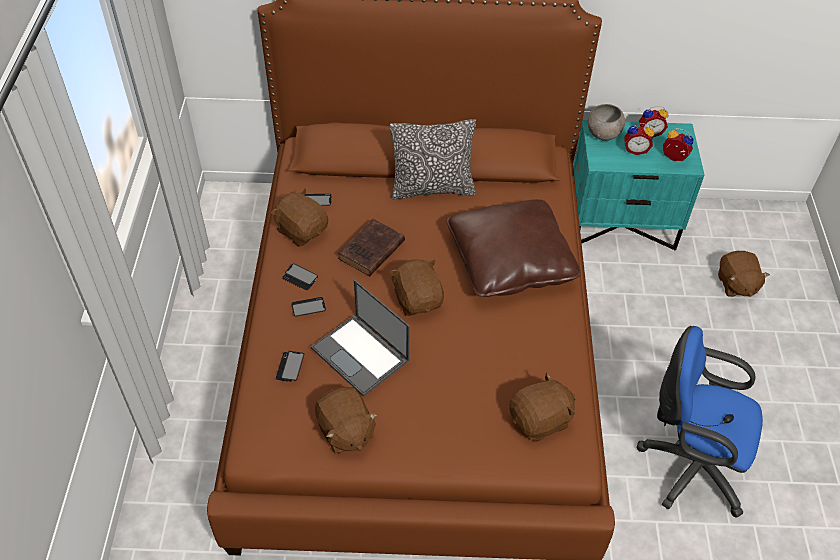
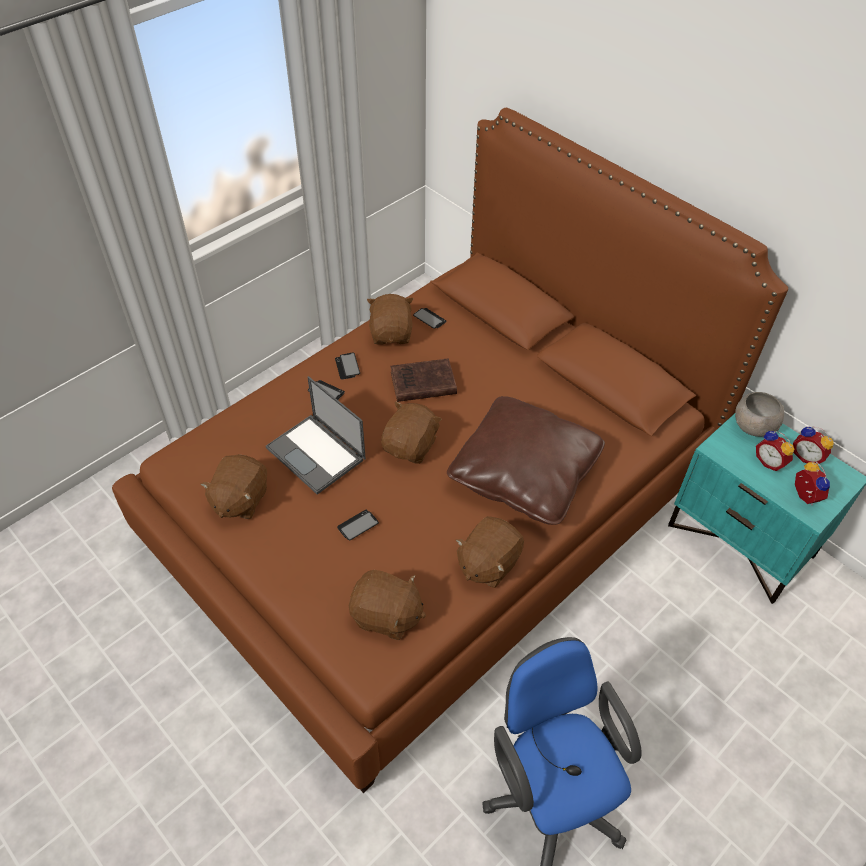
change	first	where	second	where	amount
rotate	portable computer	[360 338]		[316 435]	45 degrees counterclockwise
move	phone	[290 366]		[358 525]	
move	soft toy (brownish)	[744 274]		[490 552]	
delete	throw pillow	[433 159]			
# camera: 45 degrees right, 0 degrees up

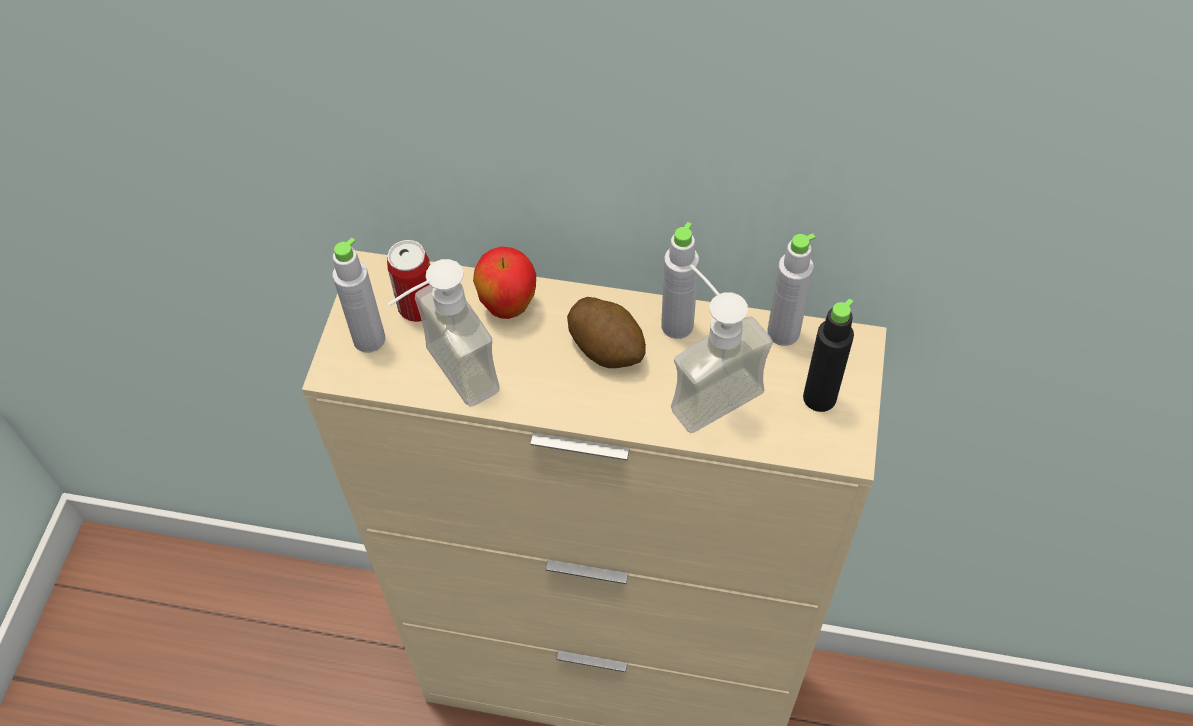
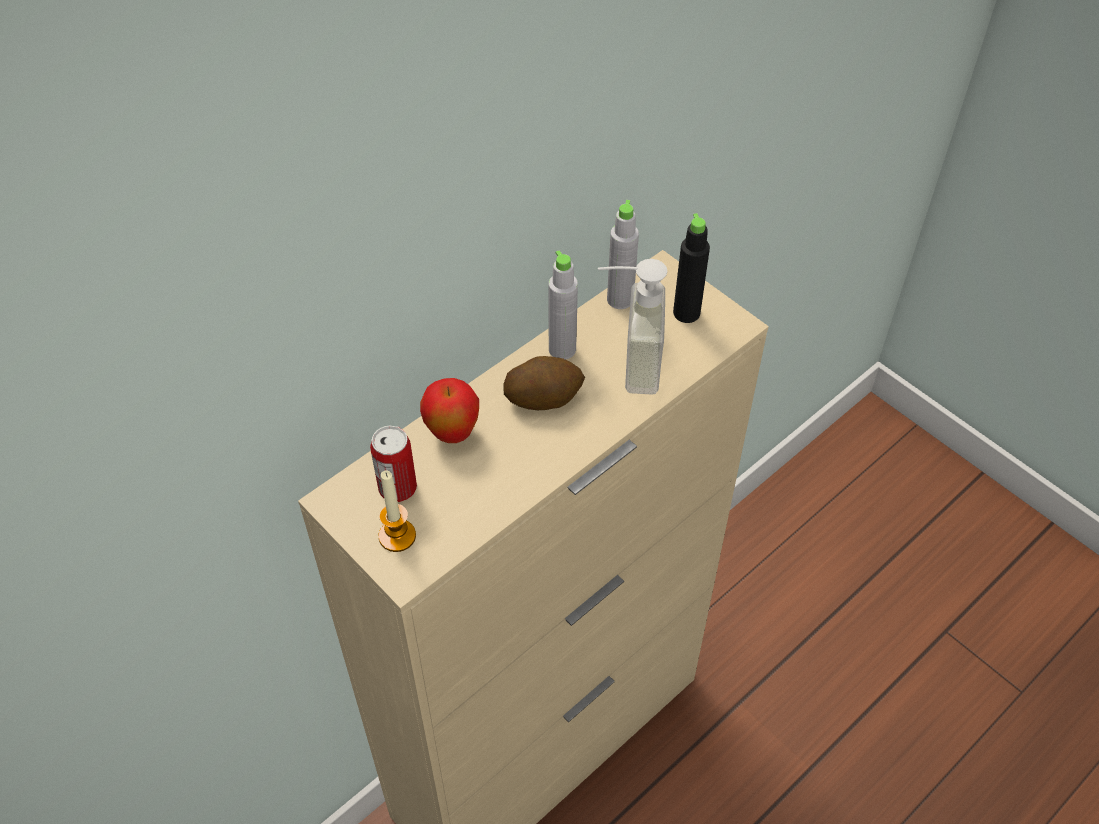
change	first	where	second	where	amount
replace	bottle (grey)	[359 295]	wax candle	[397 511]	
delete	soap bottle	[444 333]			
# camera: 55 degrees left, 5 degrees down

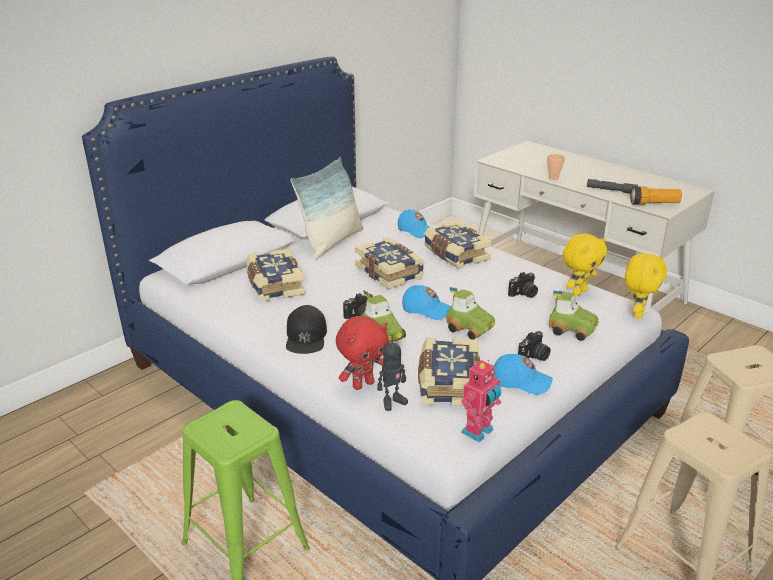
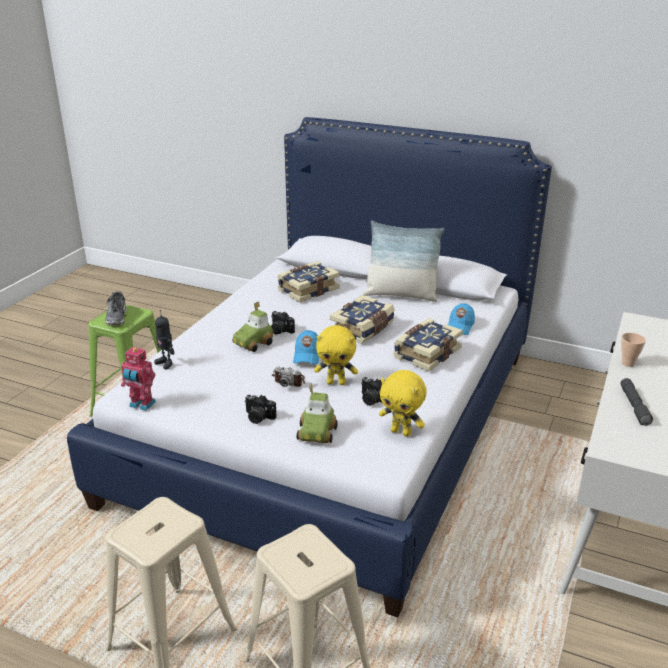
change	first	where	second	where	amount
insert			low shoe	[116 308]	
replace	miniature car	[471 313]	still camera	[288 377]	
move	soft toy (yellow-coloured)	[646 286]		[336 355]	
delete	baseball cap (black)	[306 329]			
delete	soft toy (reddish)	[362 353]			
delete	volume	[449 372]			
delete	baseball cap (blue-coloured)	[523 374]			
delete	torch	[656 195]			
# camera: 70 degrees right, 0 degrees up

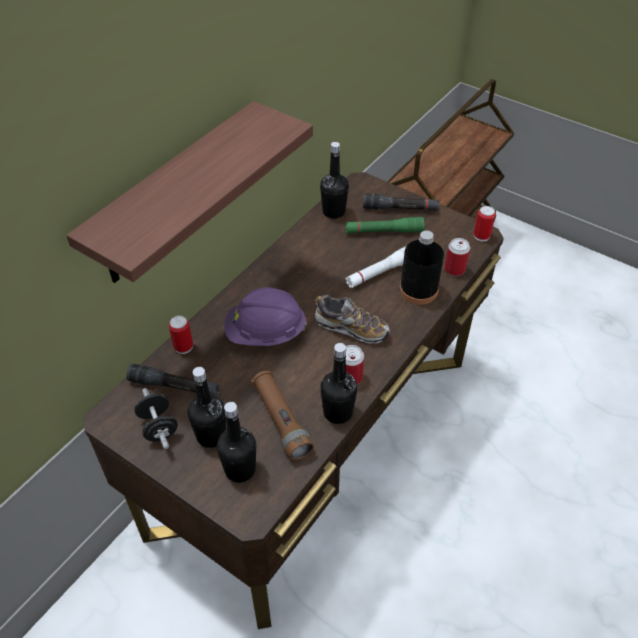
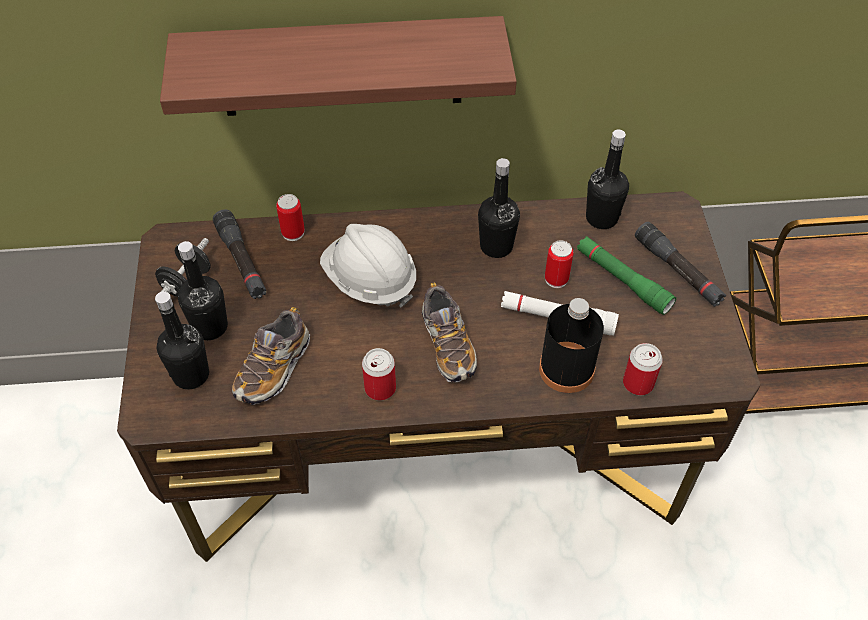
change	first	where	second	where	amount
replace	torch (brownish)	[282 416]	low shoe	[271 356]	
recolor	safety helmet (purple)	[265 316]	safety helmet (white)	[368 266]	
move	bottle (black)	[338 383]		[499 208]	
move	can	[485 224]		[559 264]	
# camera: 50 degrees right, 5 degrees up

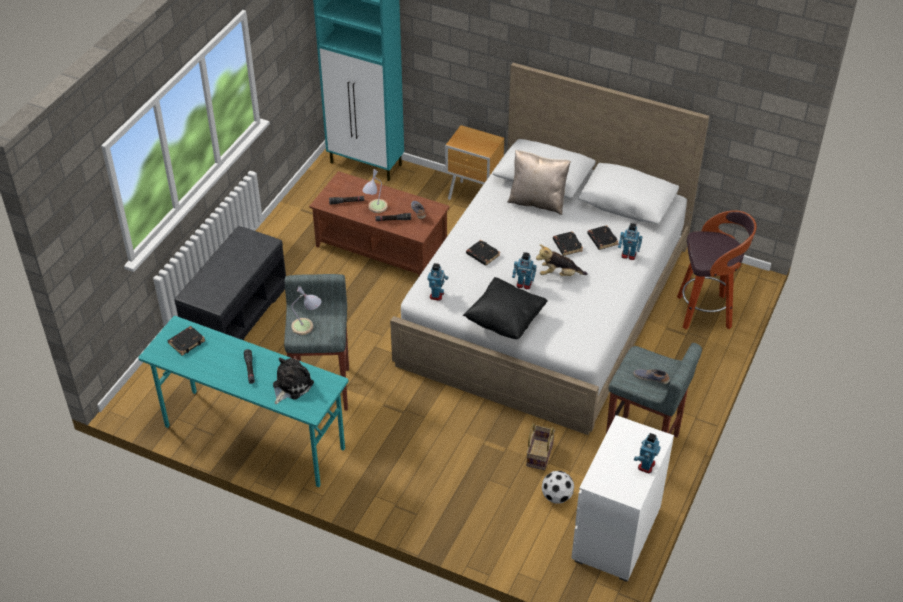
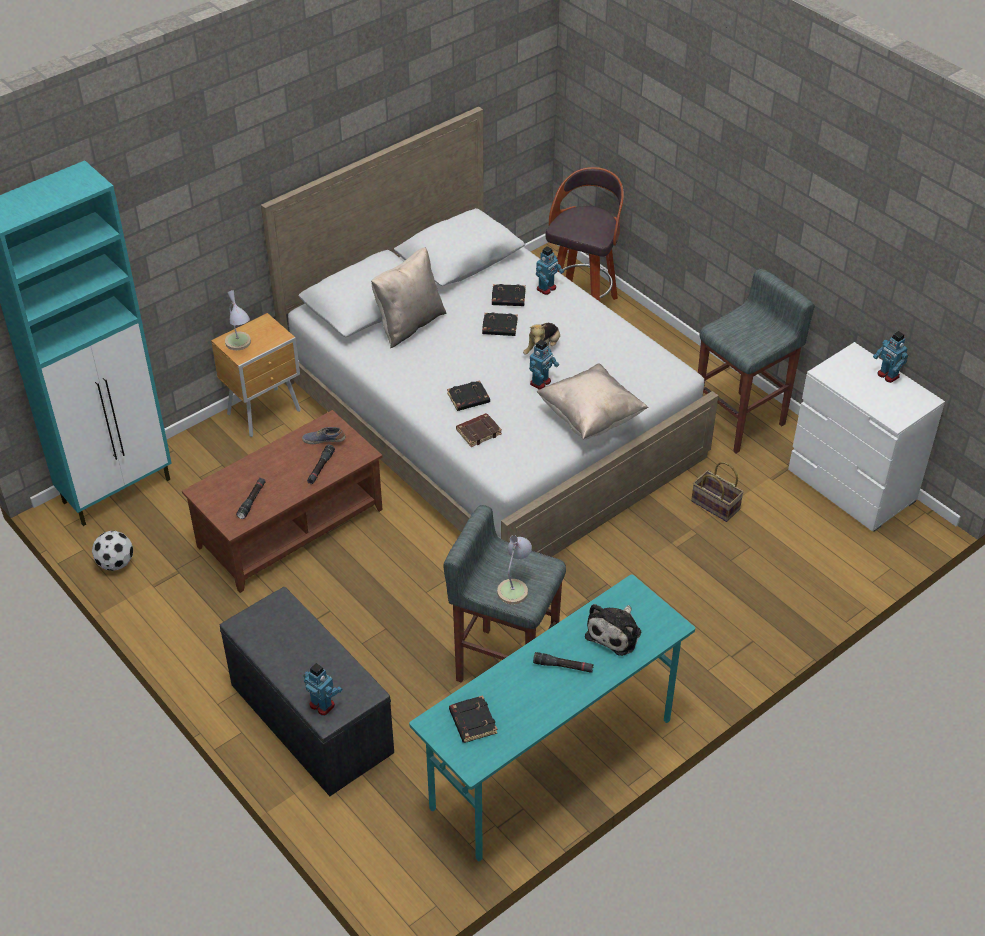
change	first	where	second	where	amount
move	football ball	[558 487]		[112 551]	
move	lamp for a table	[375 191]		[238 320]	
move	toy robot	[438 282]		[322 689]	
insert			volume (brownish)	[479 430]	
recolor	throw pillow (black)	[505 308]	throw pillow (beige)	[592 401]	
rotate	soft toy	[293 381]		[613 630]	120 degrees counterclockwise
delete	low shoe	[651 376]			
# camera: 65 degrees left, 0 degrees up

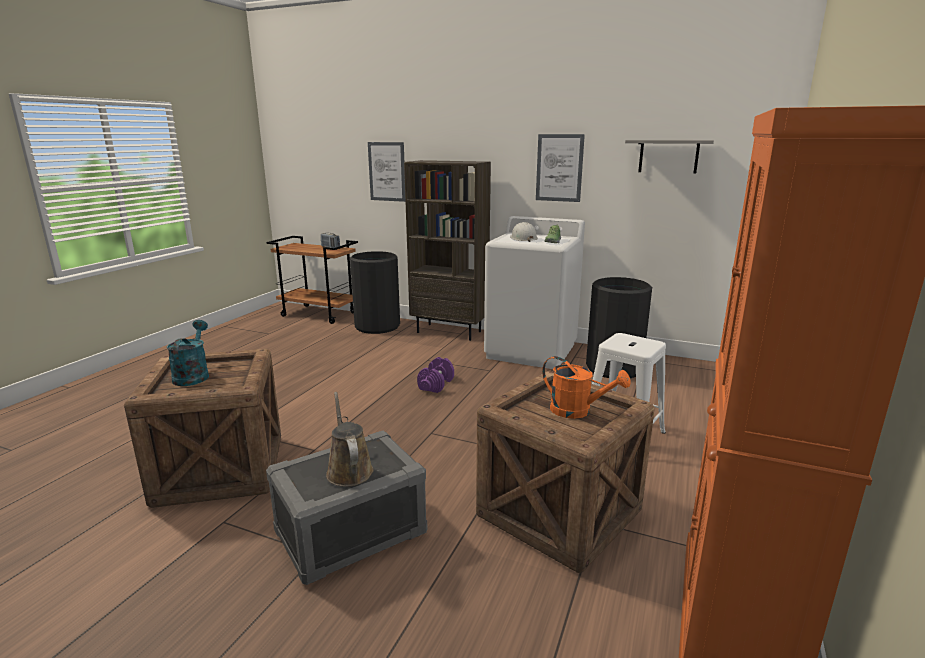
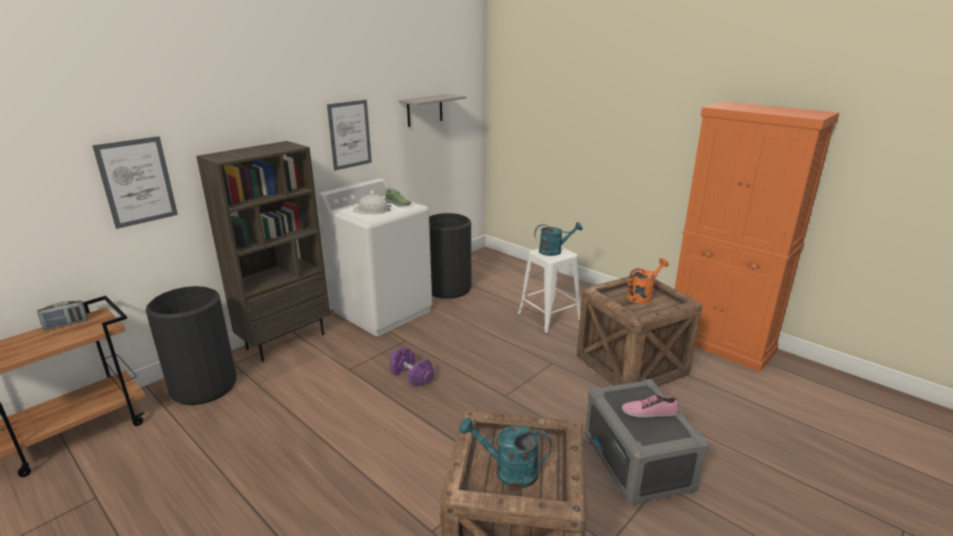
change	first	where	second	where	amount
insert			watering can (turquoise-coloured)	[558 239]	
replace	watering can (brownish)	[349 439]	low shoe	[650 406]	
# camera: 70 degrees left, 5 degrees up

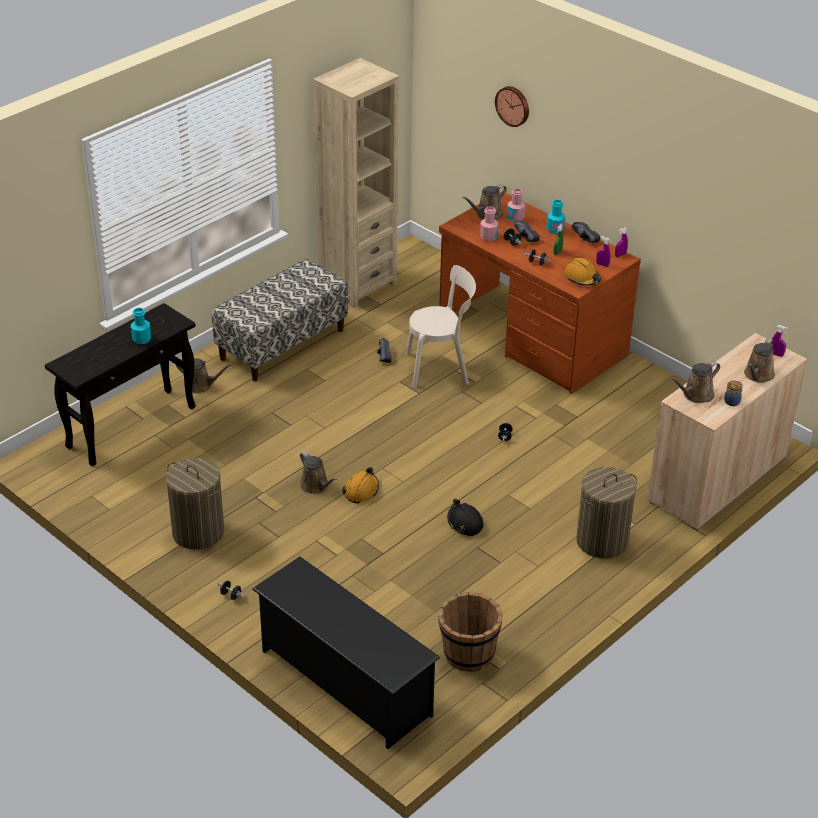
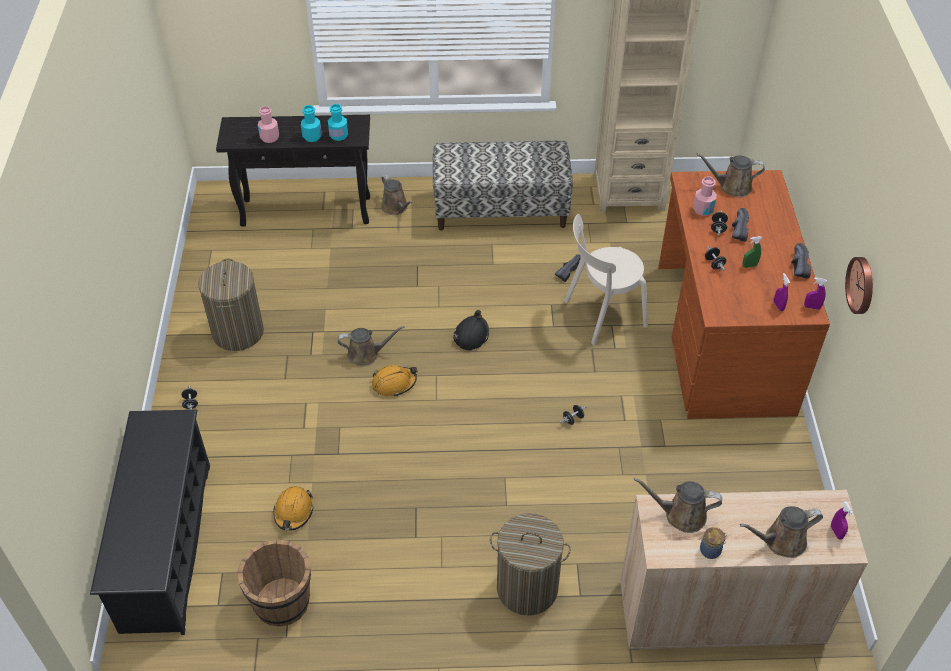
change	first	where	second	where	amount
move	bottle (pink)	[516 205]		[268 124]	
move	safety helmet (orange-coloured)	[582 271]		[293 508]	
move	bottle (turquoise-coloured)	[555 217]		[338 122]	
rotate	watering can (brownish)	[318 472]		[371 346]	105 degrees counterclockwise
move	safety helmet (black)	[465 517]		[471 330]	
rotate	plain chair (beige)	[441 326]		[606 279]	120 degrees clockwise
move	hanging clock	[512 106]		[859 285]	
# camera: 45 degrees right, 10 degrees up

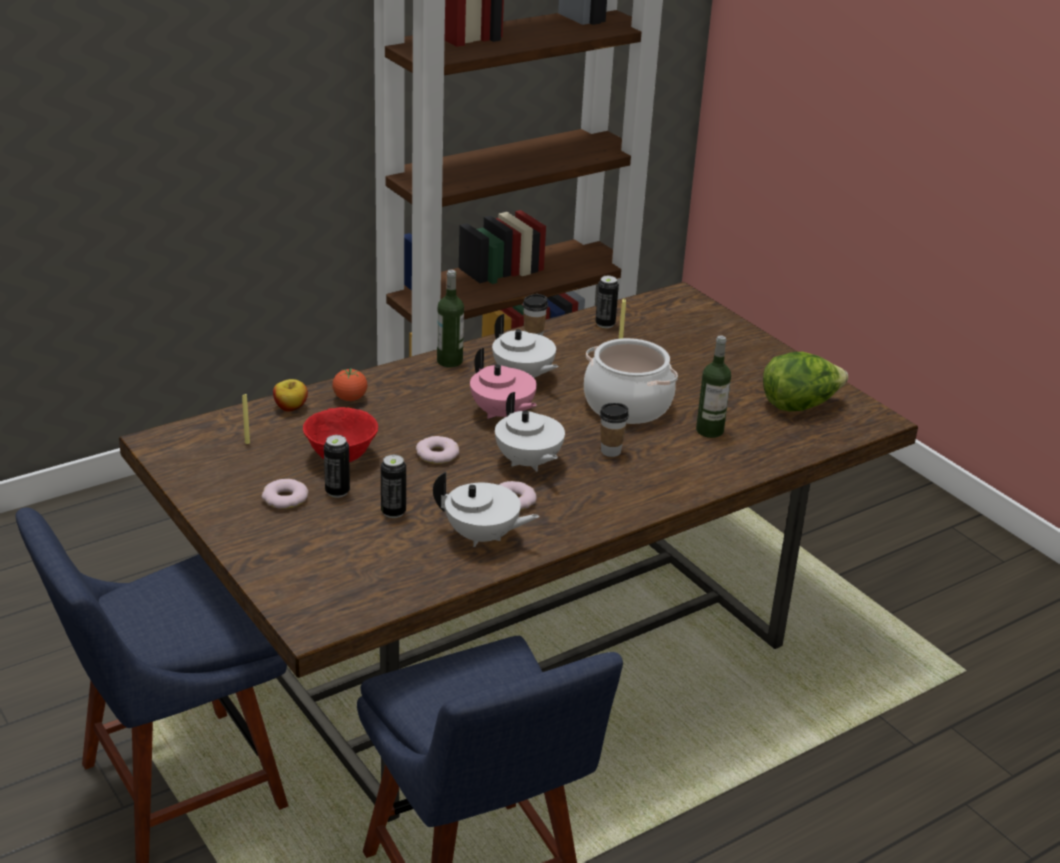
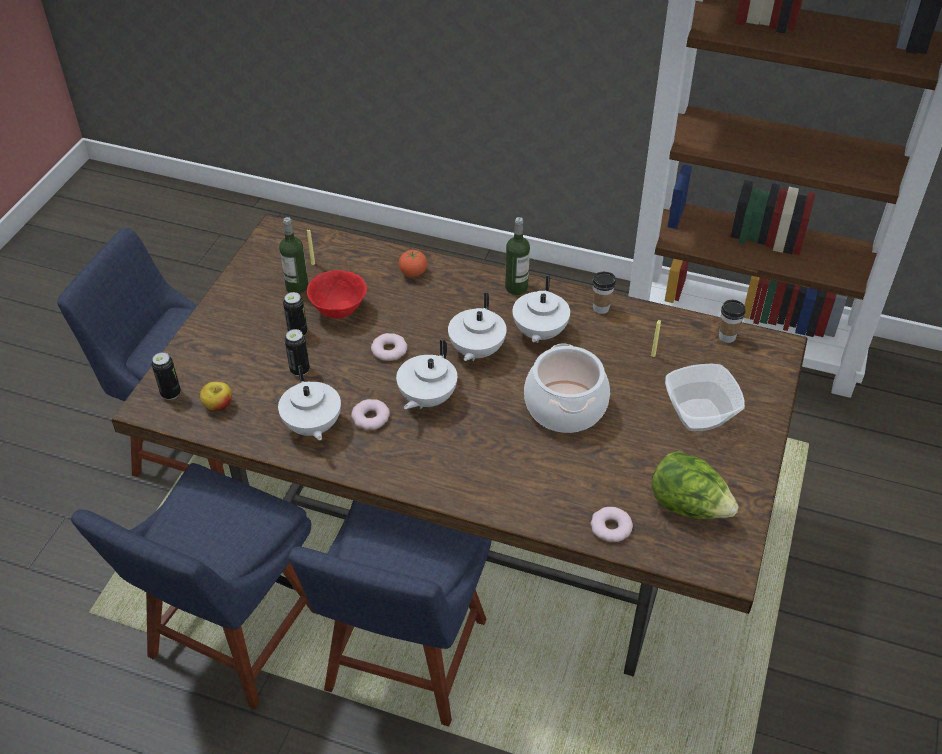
change	first	where	second	where	amount
move	can	[607 302]		[166 376]	
move	apple	[290 395]		[216 396]	
move	bottle	[713 386]		[294 255]	
insert			plain chair (blue-coloured)	[390 613]	
recolor	pot for tea (pink)	[503 383]	pot for tea (white)	[477 326]	
move	donut	[285 494]		[611 524]	
insert			serving bowl	[705 397]	
move	drinking cup	[614 430]		[732 321]	
# camera: 55 degrees right, 15 degrees up

